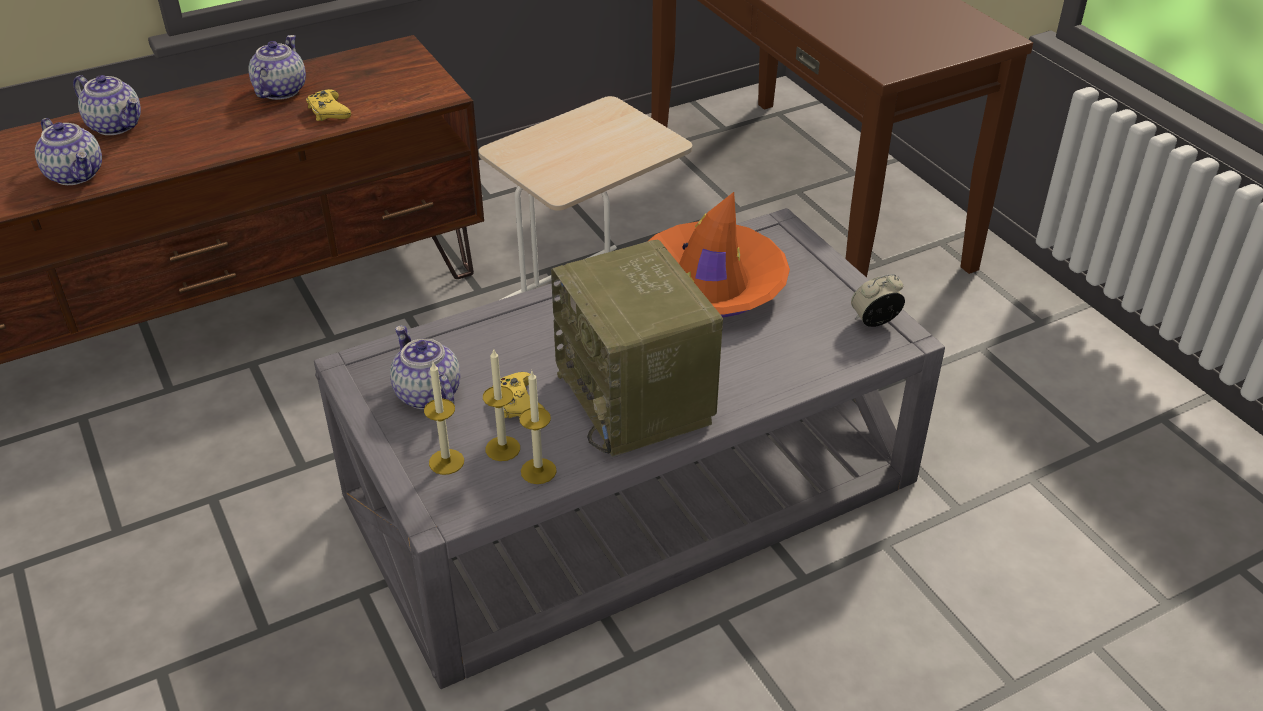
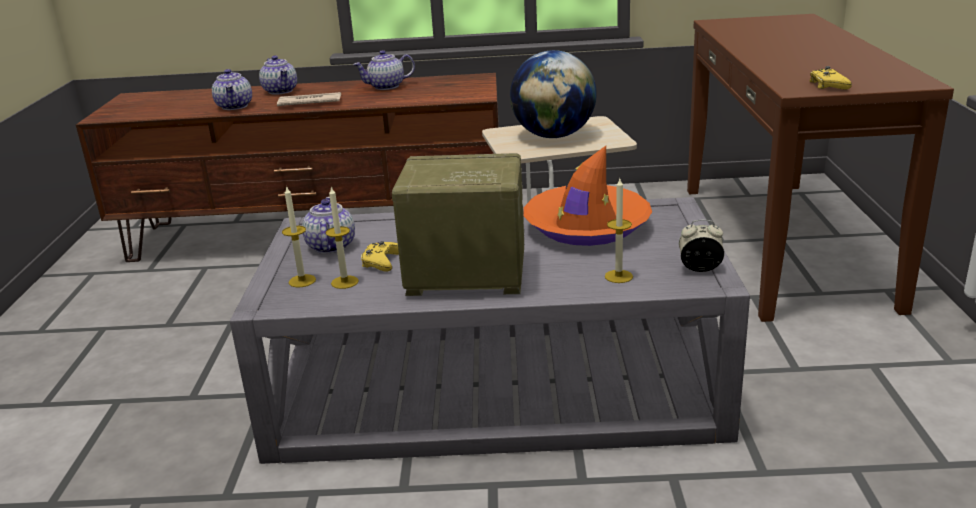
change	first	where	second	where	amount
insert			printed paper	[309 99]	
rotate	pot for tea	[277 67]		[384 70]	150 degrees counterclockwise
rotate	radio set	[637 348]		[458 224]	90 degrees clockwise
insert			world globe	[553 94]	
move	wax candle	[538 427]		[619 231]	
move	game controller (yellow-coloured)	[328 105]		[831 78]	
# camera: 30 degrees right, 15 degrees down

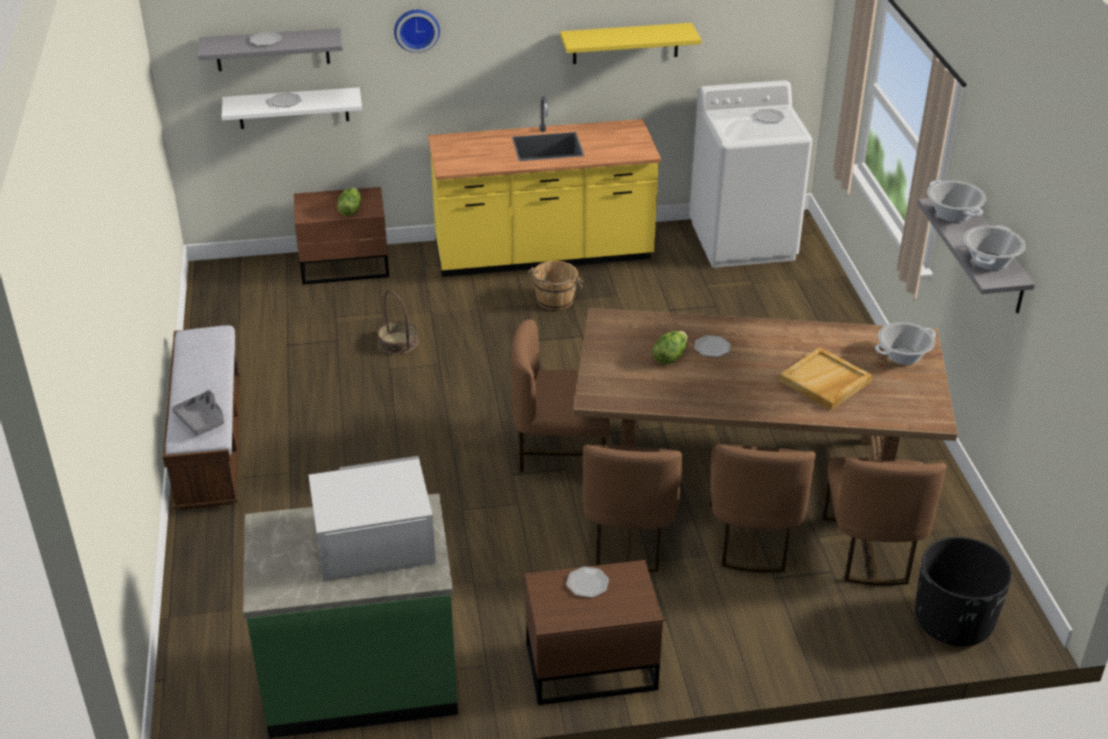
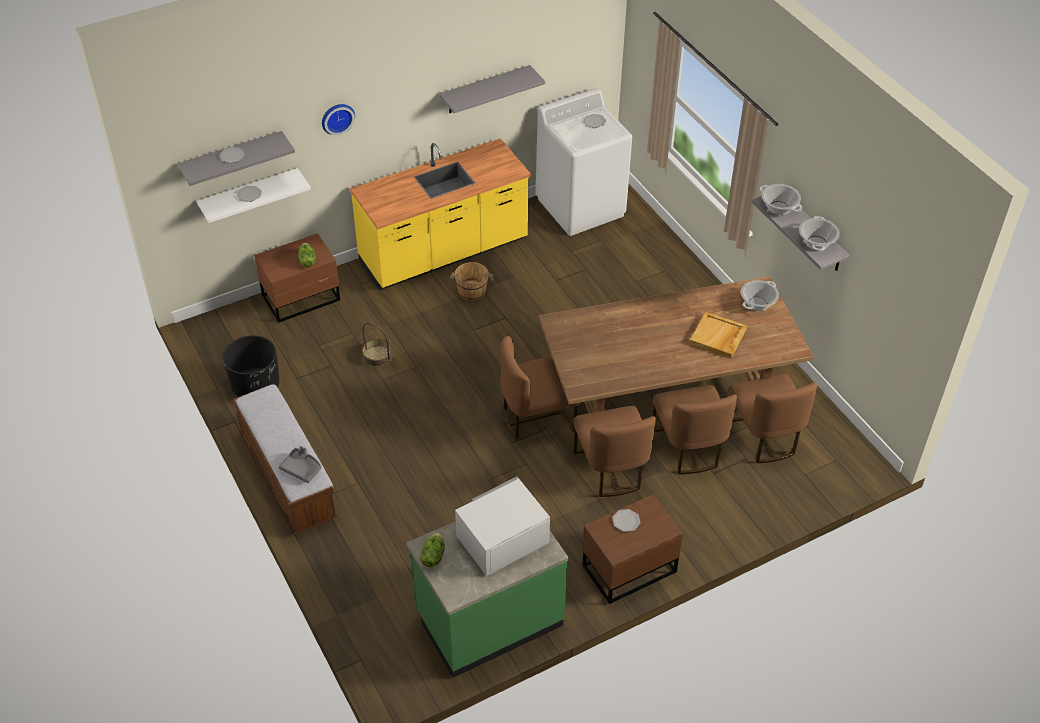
change	first	where	second	where	amount
move	planter (black)	[963 591]		[251 366]	
move	lettuce	[670 347]		[432 549]	
recolor	wall shelf (yellow-coloured)	[631 43]	wall shelf (grey)	[492 89]	
delete	flat dish	[712 346]			
# camera: 20 degrees left, 10 degrees up

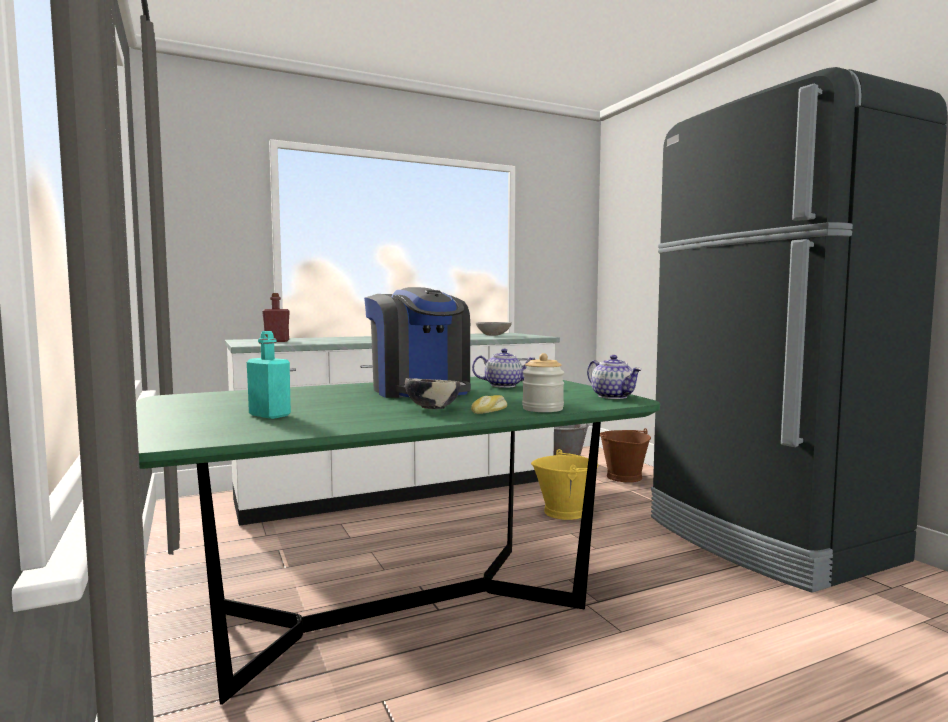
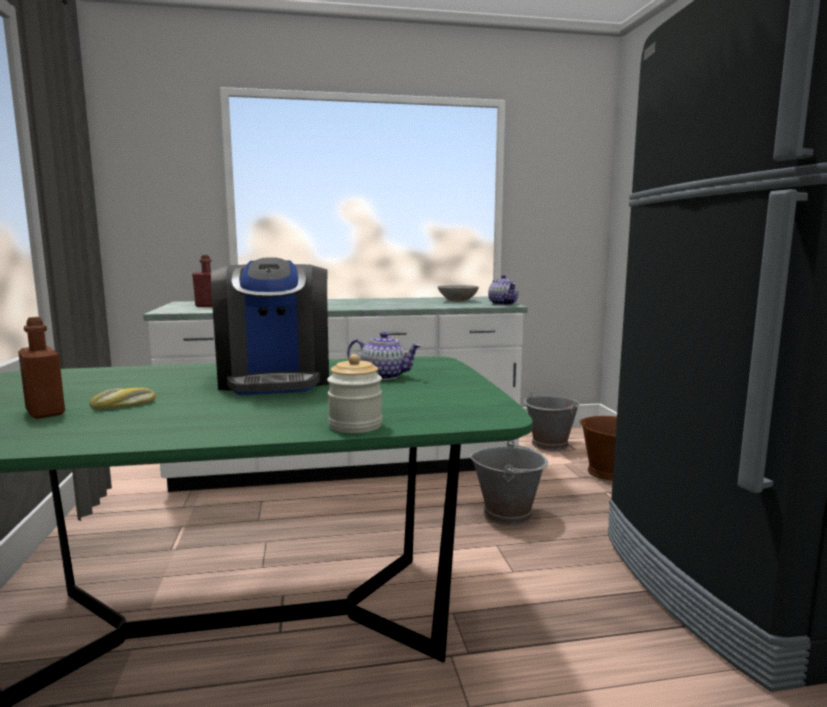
change	first	where	second	where	amount
recolor	bottle (turquoise-coloured)	[269 375]	bottle (brownish)	[41 368]	
move	baked bread	[489 404]		[123 398]	
recolor	water bucket (yellow-coloured)	[564 484]	water bucket (grey)	[509 483]	
move	pot for tea	[614 377]		[503 290]	
delete	serving bowl	[432 393]			
# camera: 15 degrees right, 5 degrees up

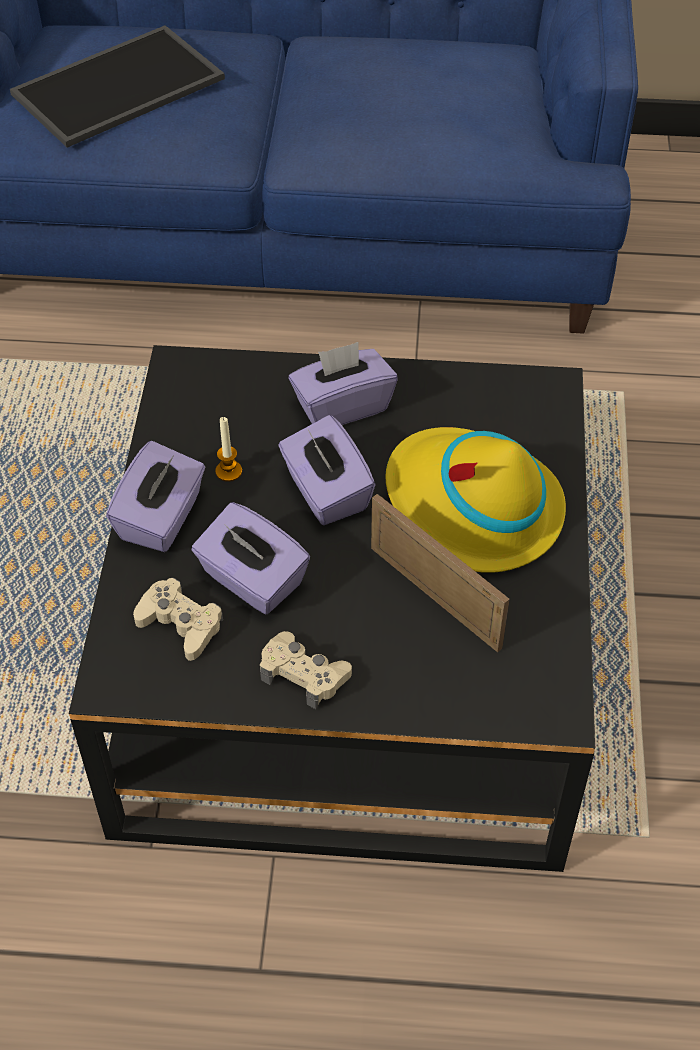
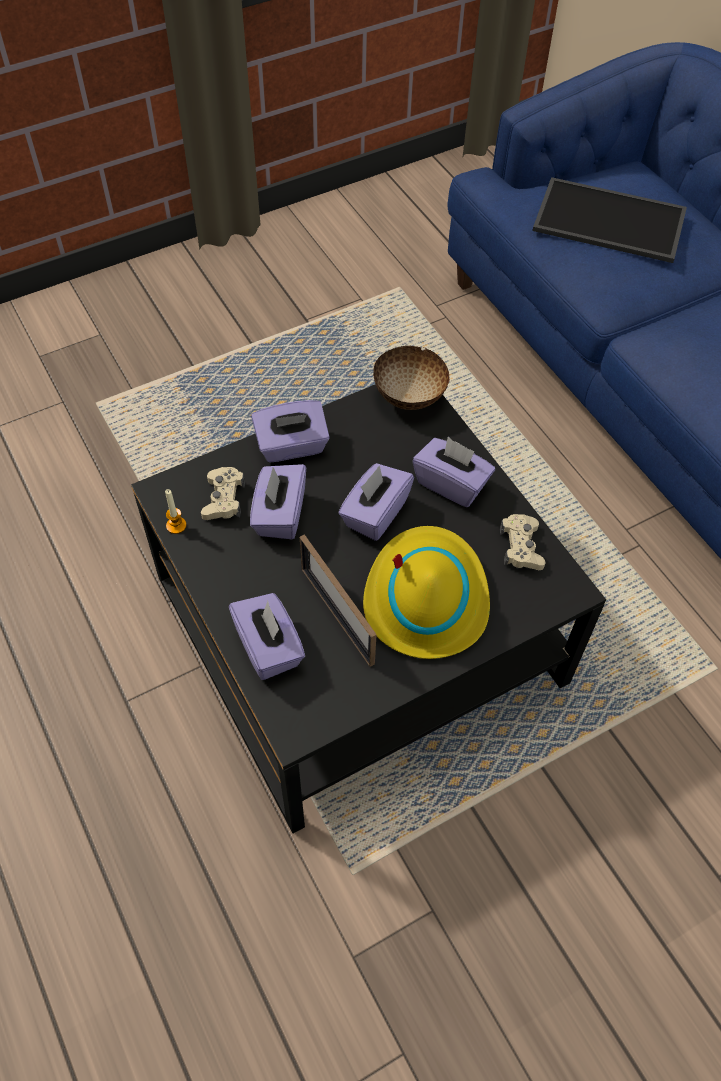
change	first	where	second	where	amount
move	wax candle	[228 449]		[176 511]	
insert			tissue holder (purple)	[267 636]	
rotate	photo frame	[440 573]		[338 600]	135 degrees clockwise
insert			serving bowl	[411 378]	
move	game controller (beige)	[306 670]		[523 542]	
# camera: 55 degrees right, 5 degrees up

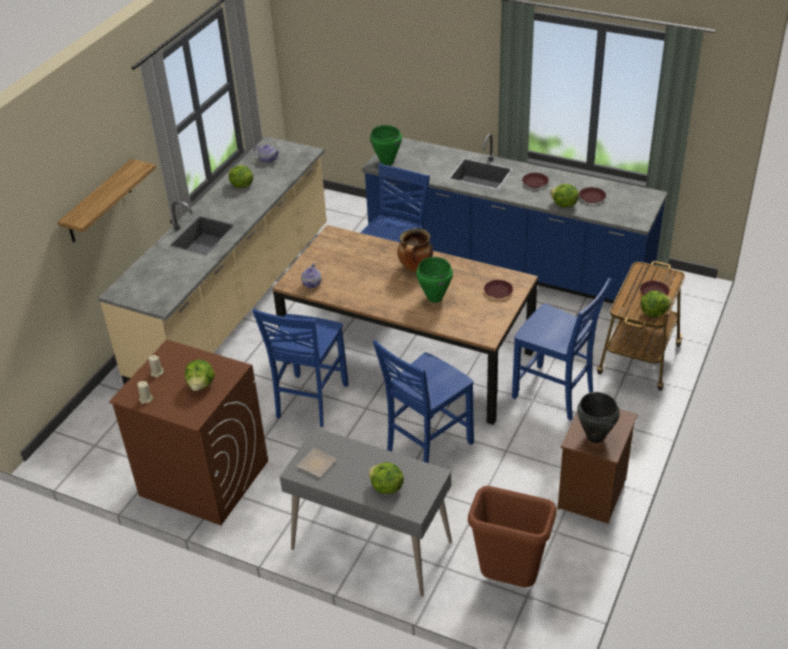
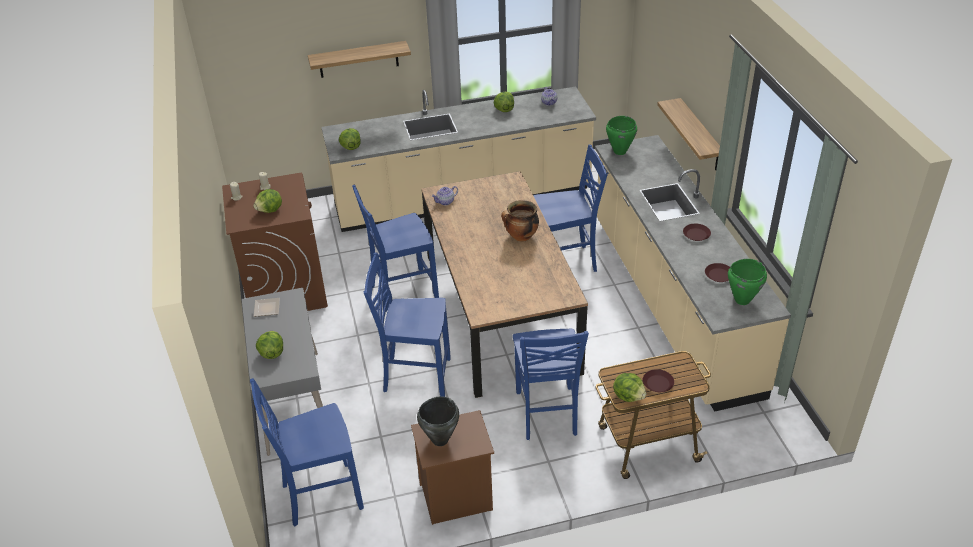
change	first	where	second	where	amount
replace	trash can (brownish)	[512 536]	plain chair (blue-coloured)	[307 452]	
move	lettuce	[564 195]		[350 139]	
recolor	kitchen counter (blue-coloured)	[515 219]	kitchen counter (beige)	[693 273]	
insert			wall shelf	[688 134]	
move	stockpot (greenish)	[434 280]		[747 282]	
delete	flat dish (brownish)	[498 289]			
# camera: 50 degrees right, 0 degrees up

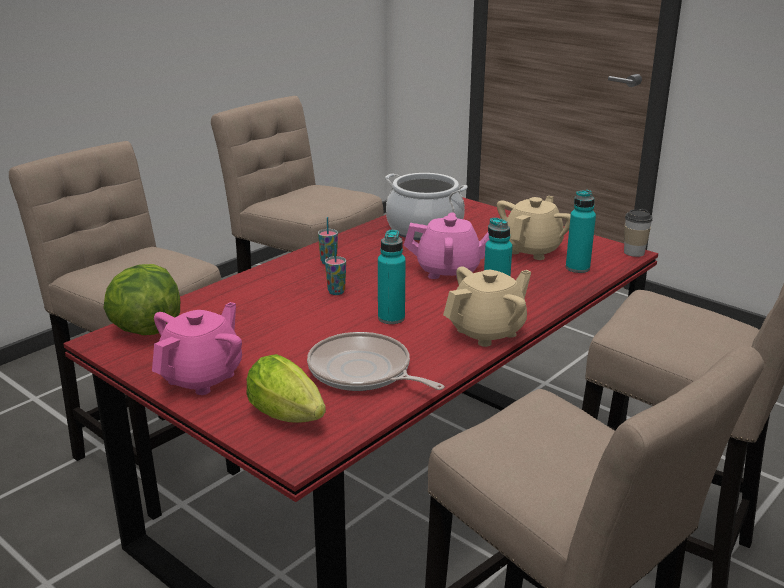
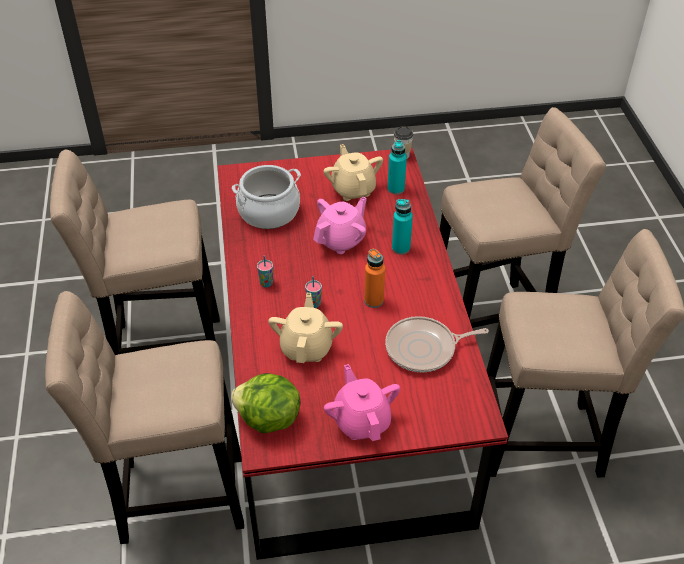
change	first	where	second	where	amount
move	pot for tea (beige)	[487 307]		[305 328]	
recolor	bottle (turquoise-coloured)	[392 276]	bottle (orange-coloured)	[374 278]	
delete	lettuce	[286 388]			
# camera: 50 degrees left, 20 degrees up

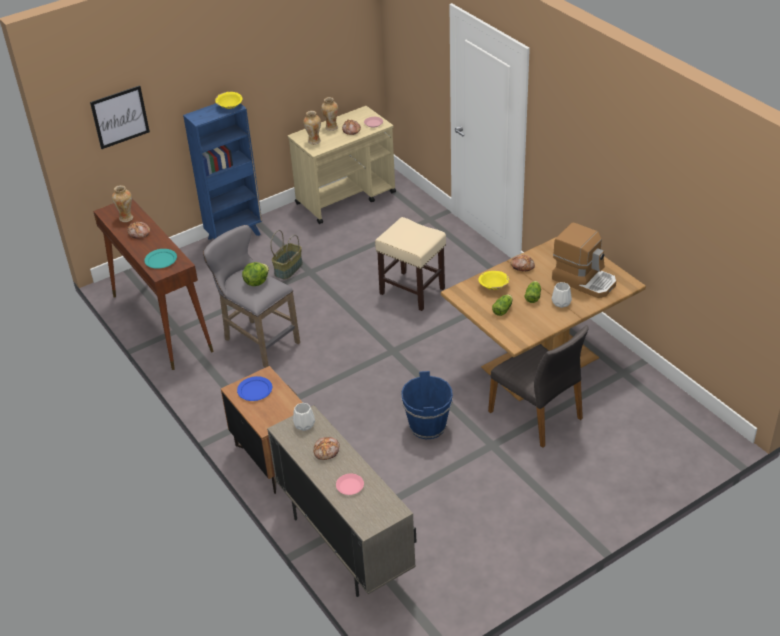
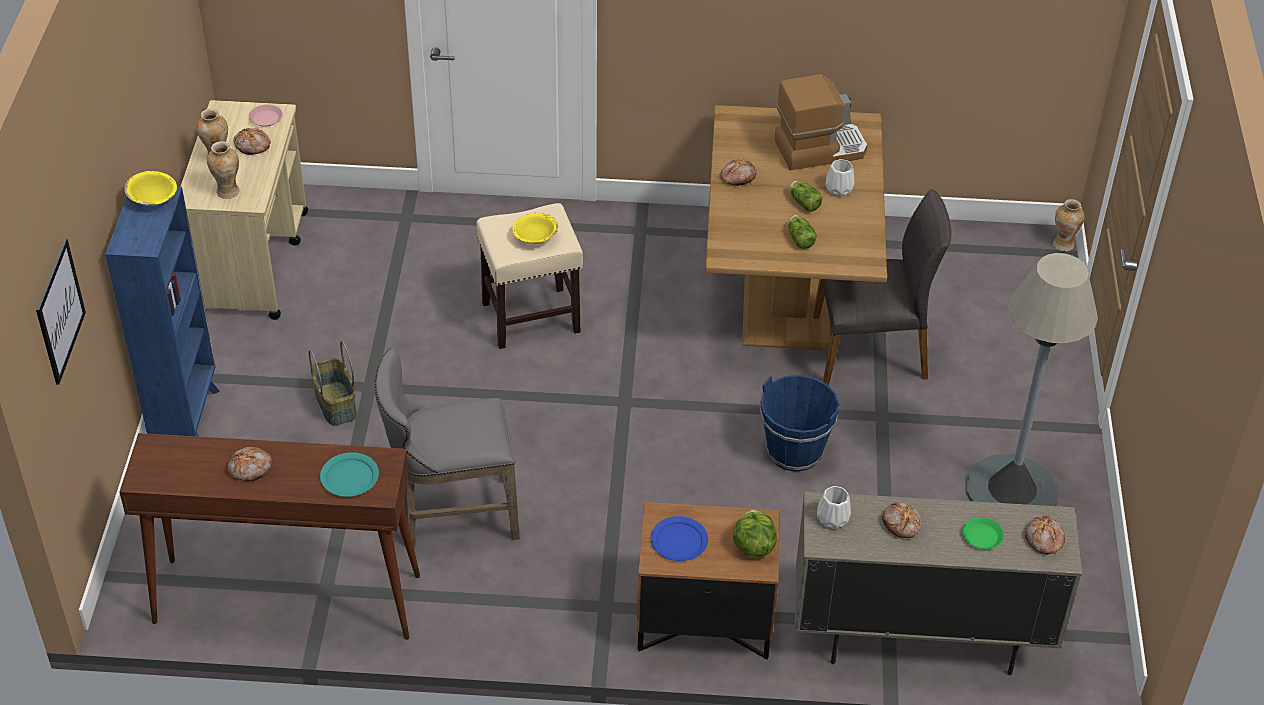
change	first	where	second	where	amount
move	serving bowl (yellow-coloured)	[493 280]		[535 228]	
move	lettuce	[255 274]		[755 533]	
recolor	flat dish (pink)	[350 484]	flat dish (greenish)	[983 533]	
insert			standing lamp (grey)	[1032 379]	
insert			baked bread	[1045 535]	
move	decorative vase	[122 203]		[1069 225]	
# camera: 55 degrees left, 5 degrees up

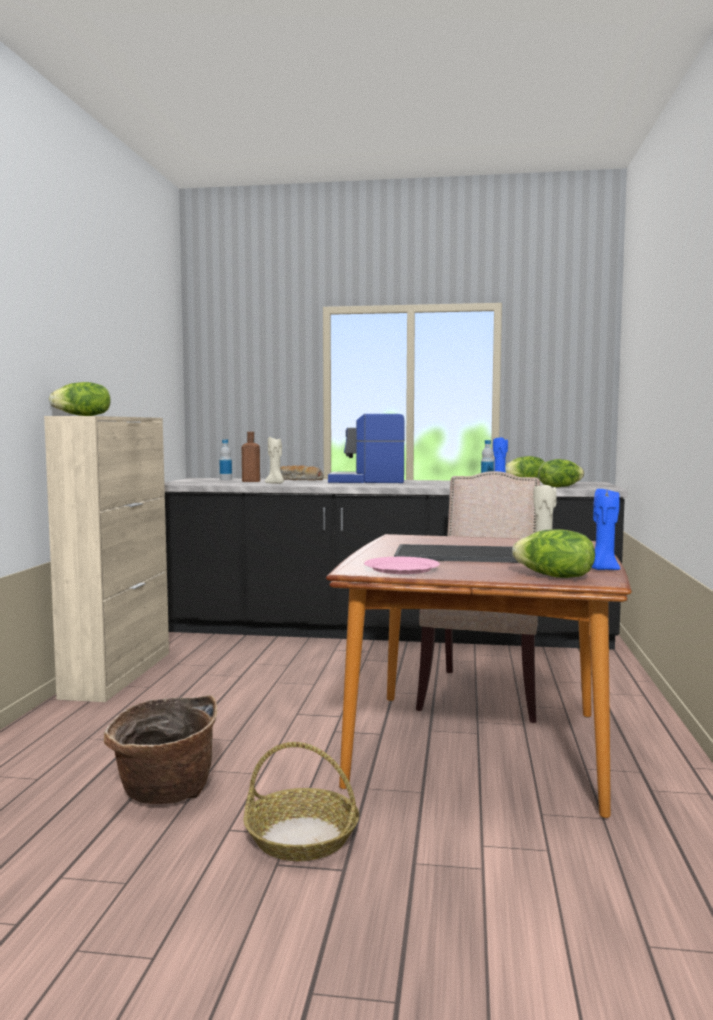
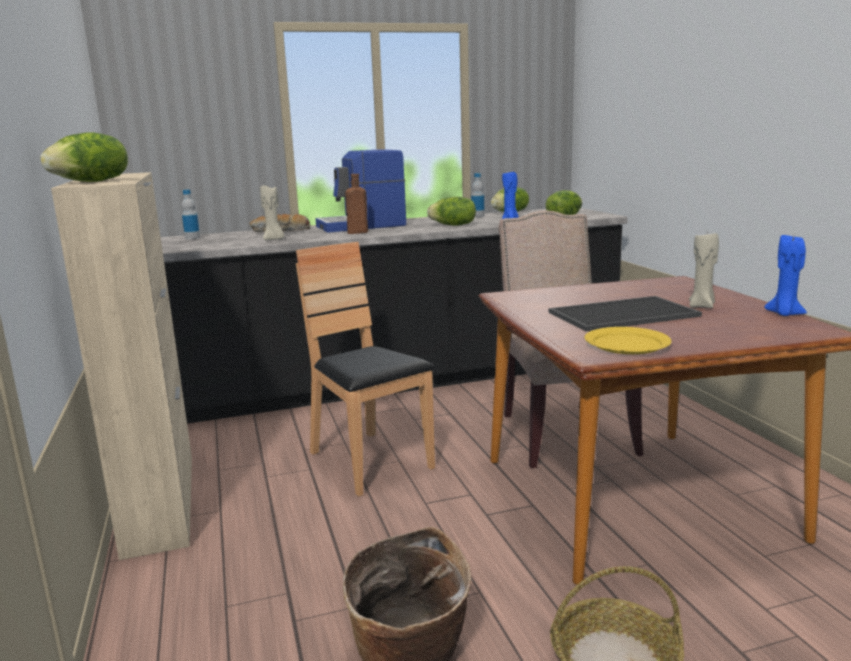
change	first	where	second	where	amount
insert			plain chair (brownish)	[365 369]	
move	bottle (brownish)	[251 457]		[356 204]	
move	lettuce	[553 553]		[451 211]	
recolor	flat dish (pink)	[402 565]	flat dish (yellow-coloured)	[628 340]	
# camera: 25 degrees left, 10 degrees up

